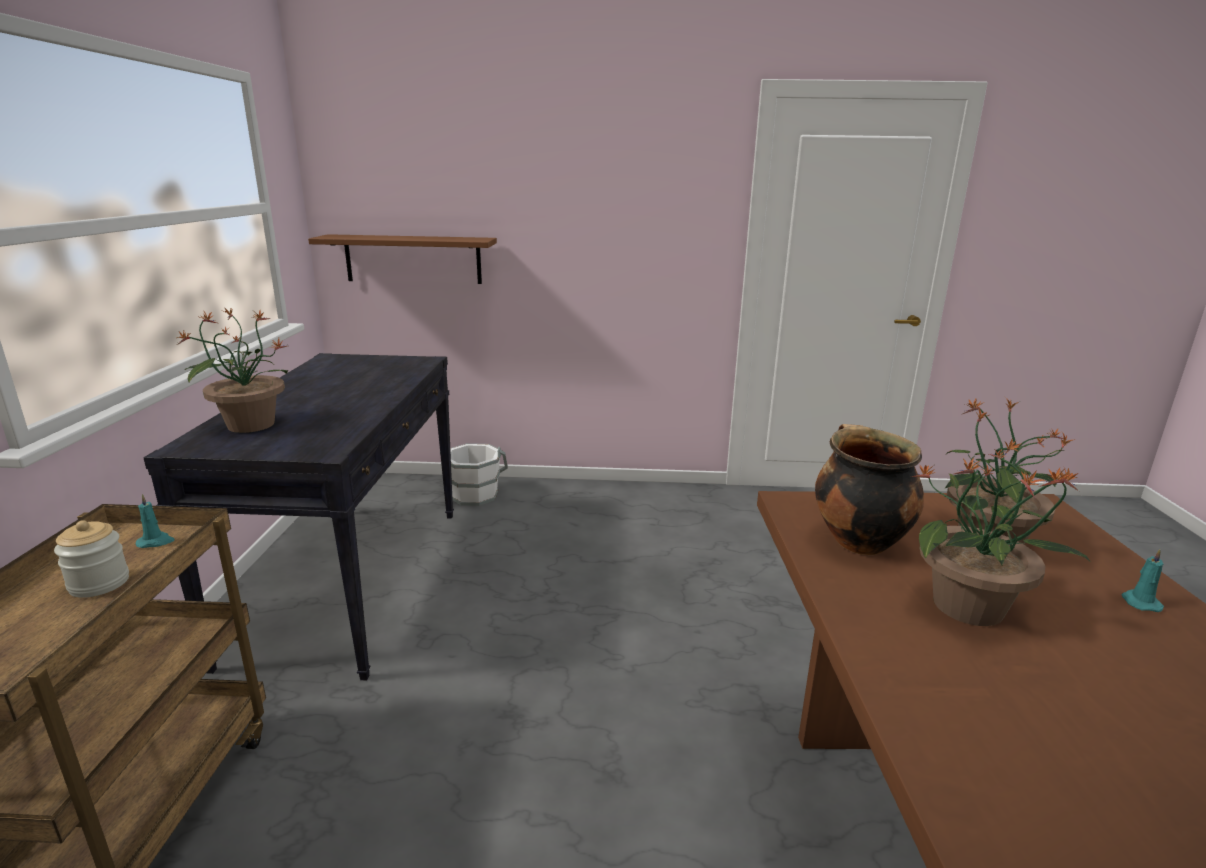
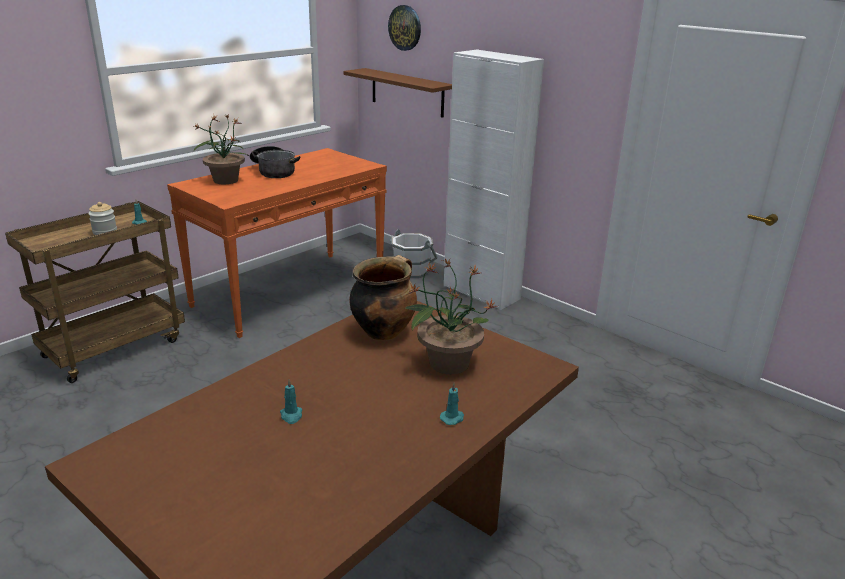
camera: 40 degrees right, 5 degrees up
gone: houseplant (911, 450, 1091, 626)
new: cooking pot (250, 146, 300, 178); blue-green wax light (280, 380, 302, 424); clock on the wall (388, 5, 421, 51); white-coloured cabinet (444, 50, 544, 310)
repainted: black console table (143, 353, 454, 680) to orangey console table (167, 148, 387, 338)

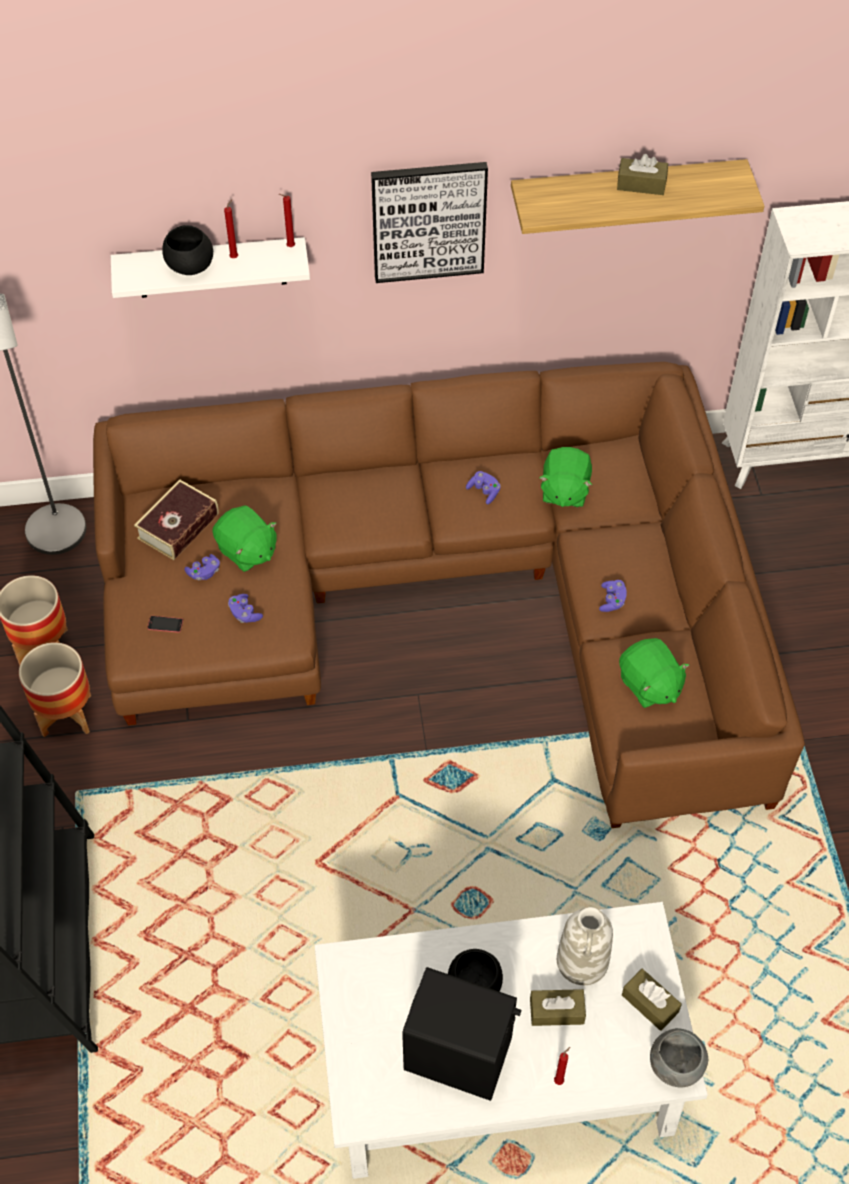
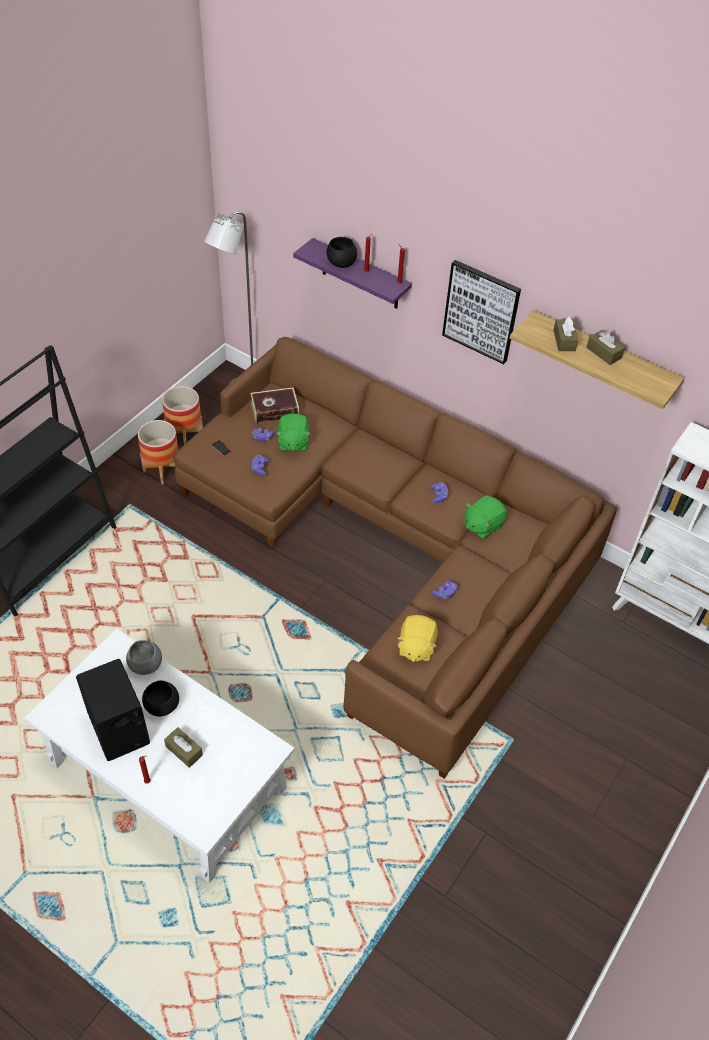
camera: 40 degrees right, 5 degrees down
gone: white-coloured vase (557, 907, 613, 985)
shifted: brown-coloured tissue holder (622, 969, 682, 1031) to (553, 317, 578, 351); gray serving bowl (650, 1028, 708, 1088) to (126, 640, 162, 675)
repainted: white-coloured shelf (111, 237, 310, 298) to purplish shelf (293, 238, 412, 309); green soft toy (619, 638, 689, 708) to yellow-coloured soft toy (397, 615, 438, 662)

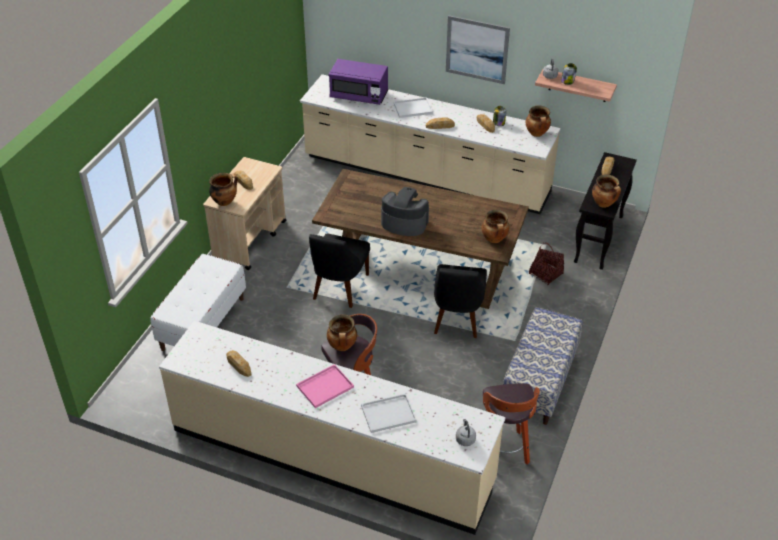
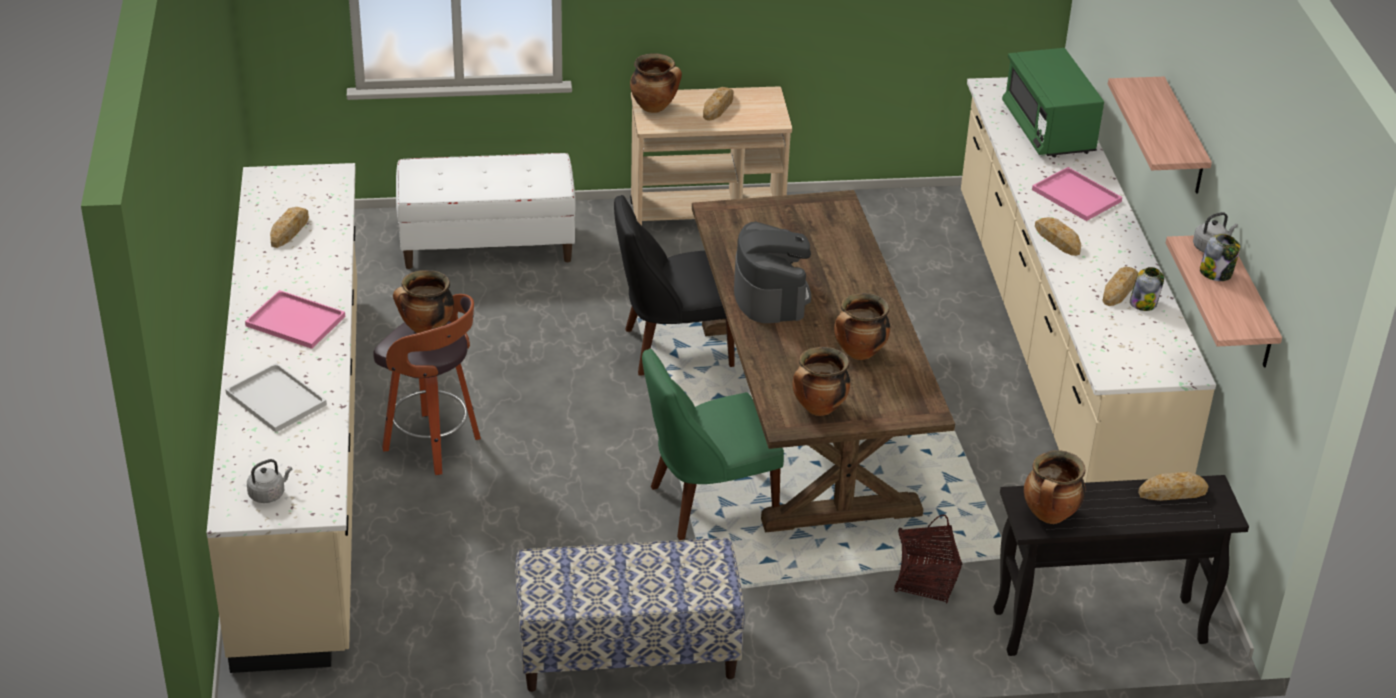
camera: 60 degrees right, 5 degrees down
gone: sitting stool (483, 383, 540, 465)
shifted: cooking pot (526, 106, 551, 137) to (834, 293, 890, 360)
swapped: wall art (446, 15, 510, 84) to shelf (1108, 77, 1212, 194)
repainted: purplish kitchen microwave (329, 59, 388, 105) to green kitchen microwave (1002, 48, 1104, 157); white-coloured serving tray (394, 97, 433, 118) to pinkish serving tray (1032, 167, 1122, 221); black chair (434, 264, 487, 338) to green chair (642, 348, 784, 540)

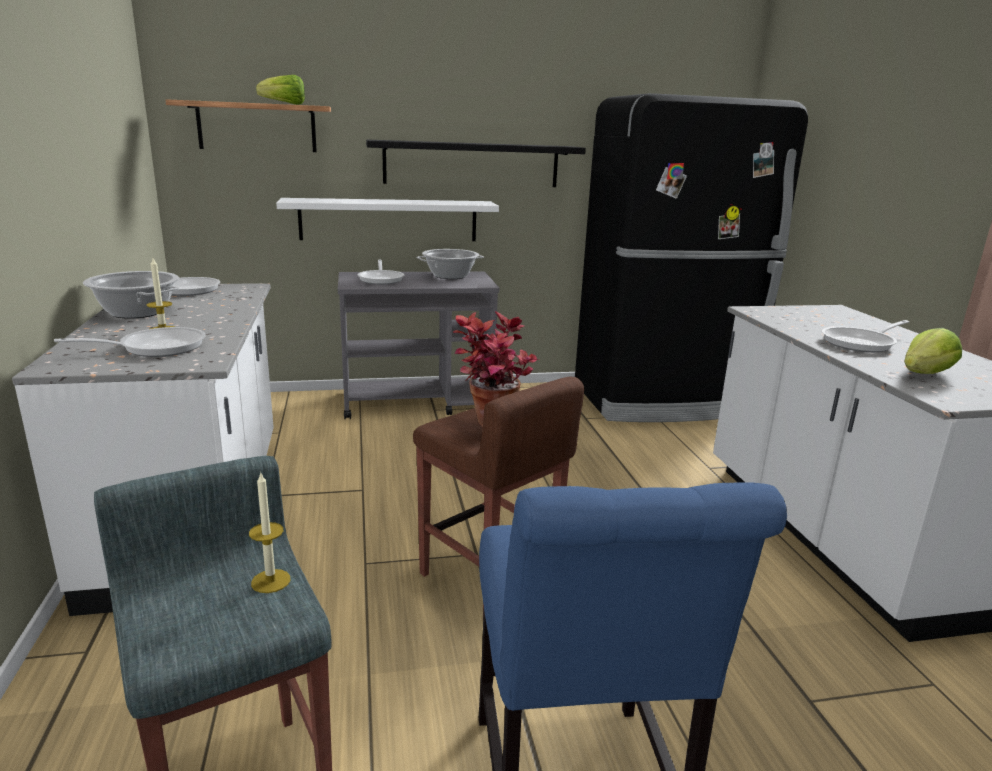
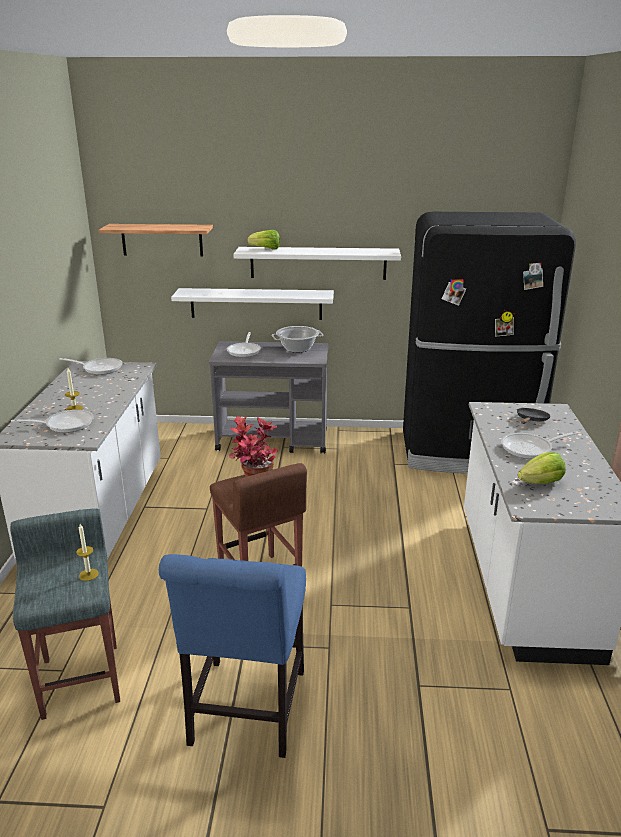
camera: 15 degrees right, 5 degrees up
gone: cooking pot (83, 271, 179, 319)
new: black skillet (517, 408, 551, 424)
shifted: lettuce head (256, 75, 305, 105) to (247, 230, 280, 249)
repainted: black shelf (366, 140, 586, 187) to white-coloured shelf (233, 247, 401, 280)

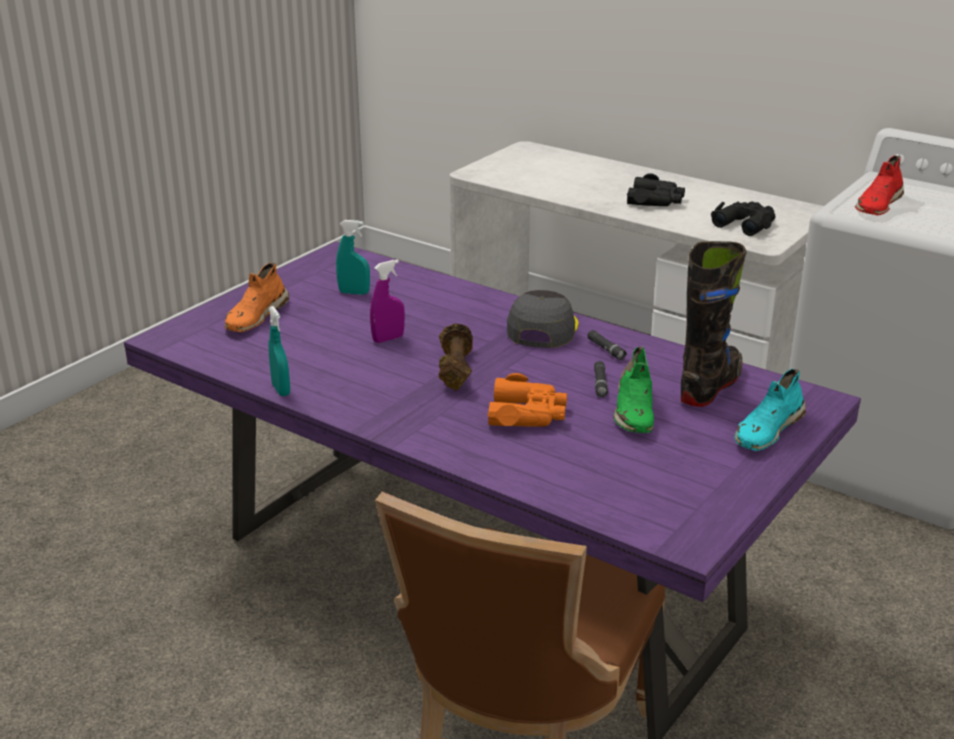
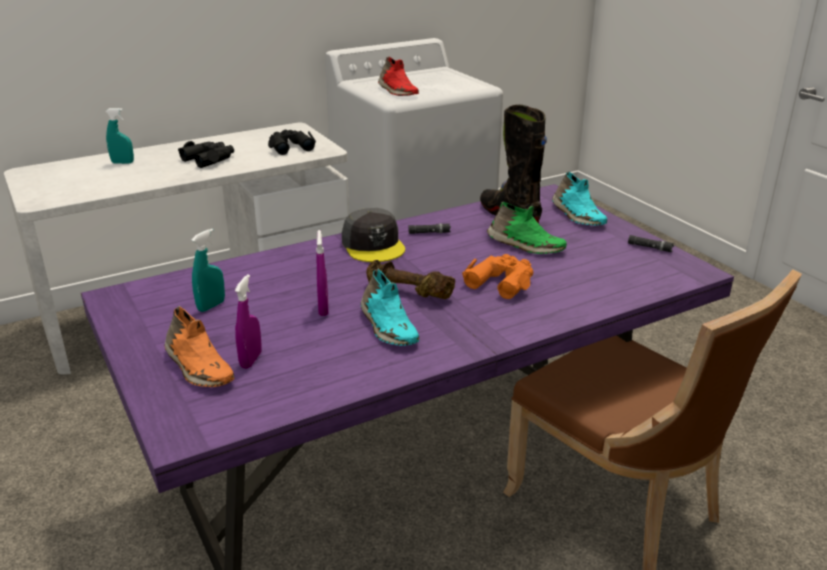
camera: 65 degrees left, 0 degrees up
new: purplish sprayer (235, 274, 262, 369); blue-green low shoe (361, 269, 419, 346)
shifted: blue-green sprayer (268, 306, 290, 396) to (105, 108, 134, 164); black hand torch (594, 361, 608, 398) to (628, 235, 674, 252)
rotated: gray cap (507, 290, 578, 348) = (342, 208, 405, 262) 150 degrees counterclockwise

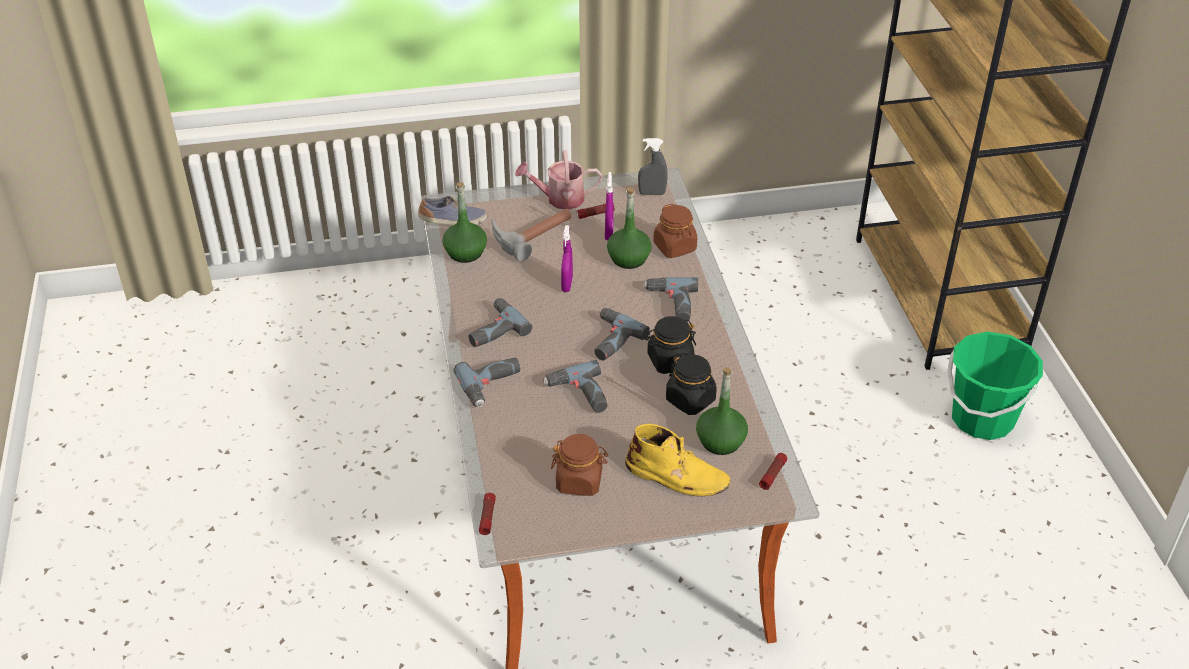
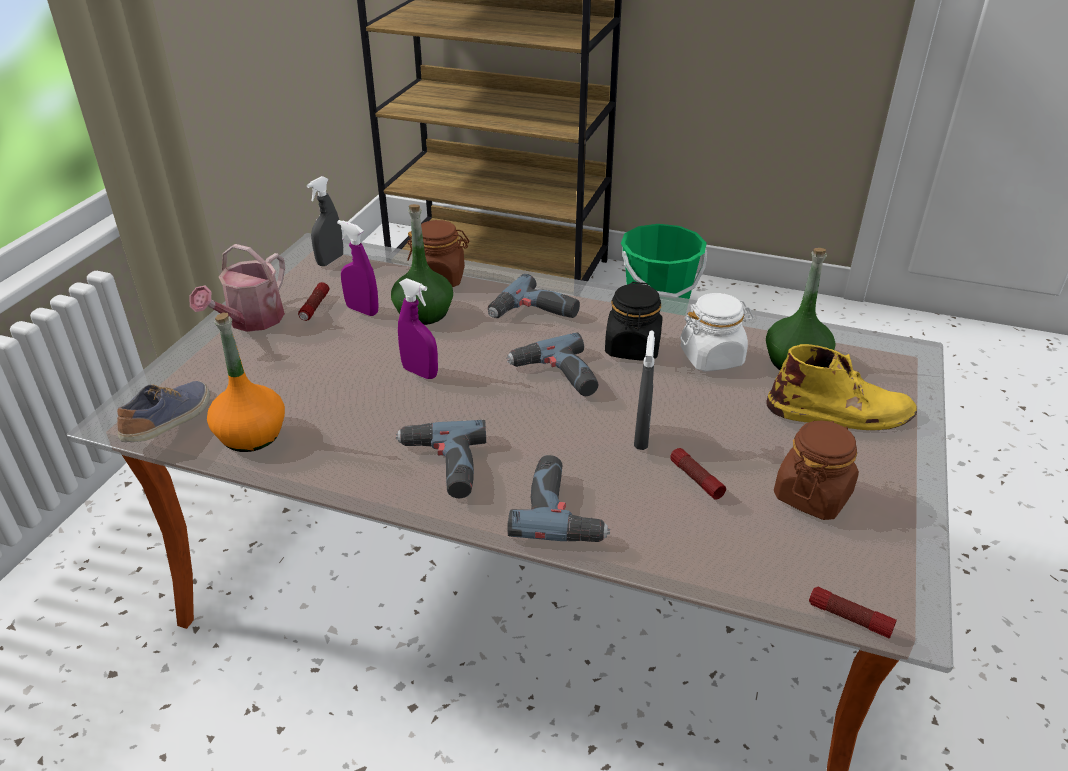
camera: 60 degrees left, 5 degrees down
gone: hand hammer (491, 209, 572, 262)
shifted: hand torch (759, 453, 787, 490) to (670, 448, 726, 500)
swapped: drill (543, 360, 608, 413) to gray sprayer (634, 331, 655, 450)
repainted: green drink bottle (442, 182, 487, 263) to orangey drink bottle (207, 313, 285, 452); black storage jar (666, 354, 717, 415) to white-coloured storage jar (680, 293, 754, 372)
rotated: yellow-coloured boot (625, 423, 731, 496) = (766, 344, 917, 430) 45 degrees clockwise

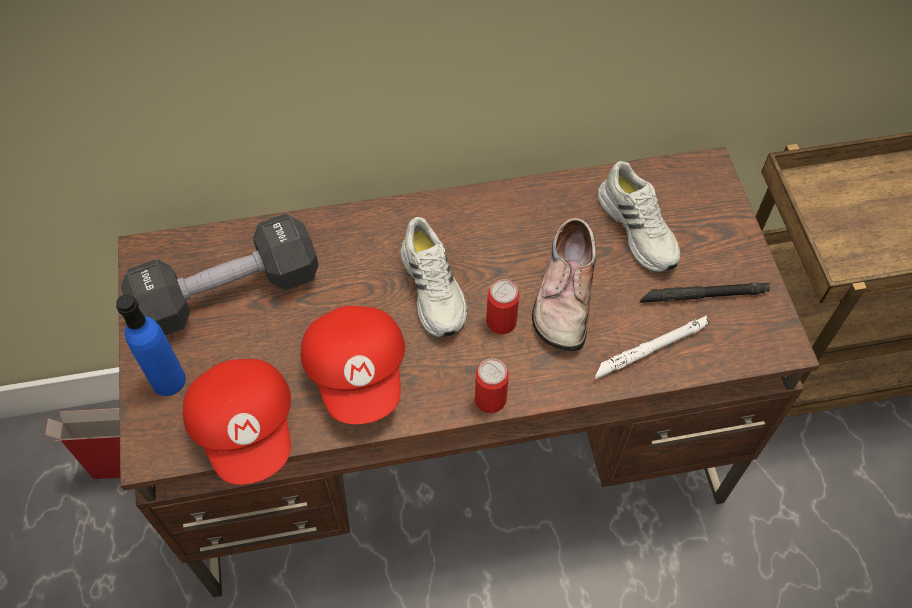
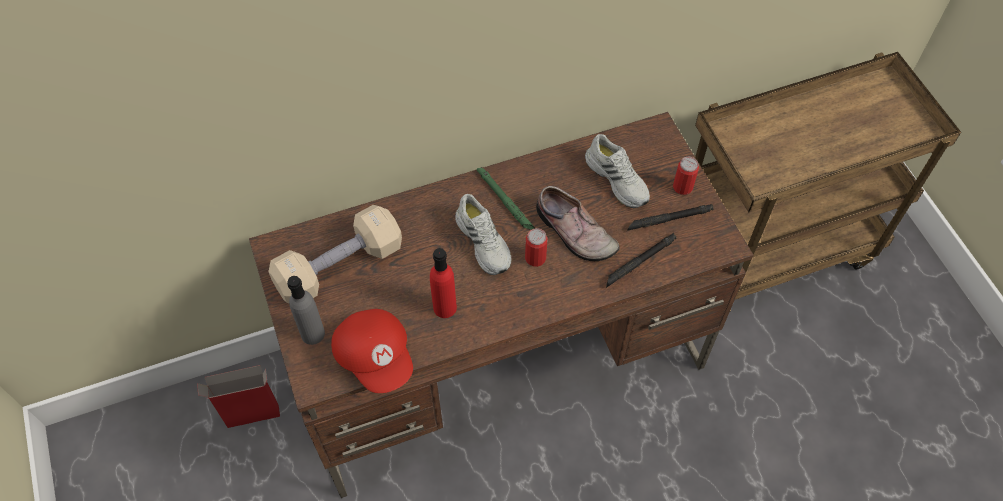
camera: 10 degrees left, 0 degrees up
new: green hand torch (476, 167, 535, 230)
shifted: metal can (475, 358, 509, 413) to (673, 157, 699, 195)
swapped: red cap (301, 306, 405, 424) to red drink bottle (430, 248, 457, 318)
repainted: bluish drink bottle (116, 294, 186, 396) to gray drink bottle (287, 276, 325, 345); black free weight (121, 213, 318, 335) to sand-coloured free weight (269, 205, 402, 303); white-coloured hand torch (594, 315, 709, 380) to black hand torch (606, 233, 676, 288)
rotated: low shoe (532, 218, 596, 351) = (536, 186, 620, 261) 45 degrees counterclockwise

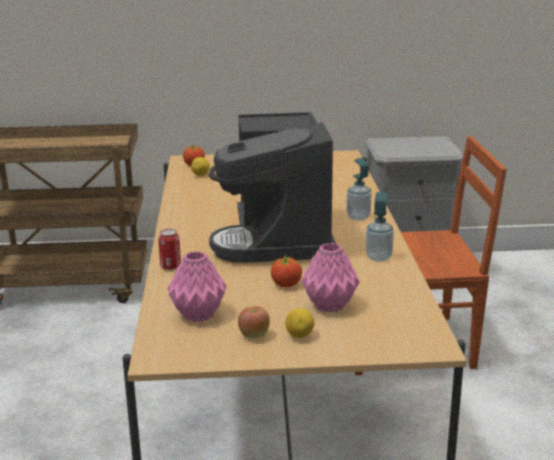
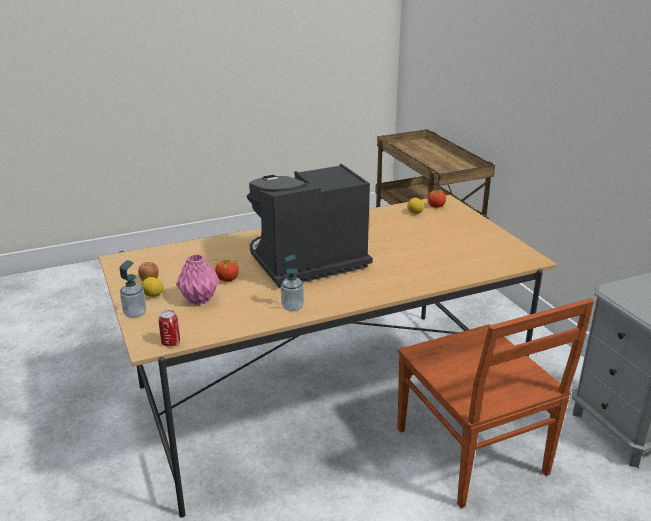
camera: 70 degrees right, 5 degrees up
gone: pinkish vase (167, 251, 226, 322)
shifted: metal can (158, 229, 181, 270) to (158, 310, 180, 347); liquid soap bottle (347, 158, 372, 221) to (120, 260, 146, 318)

